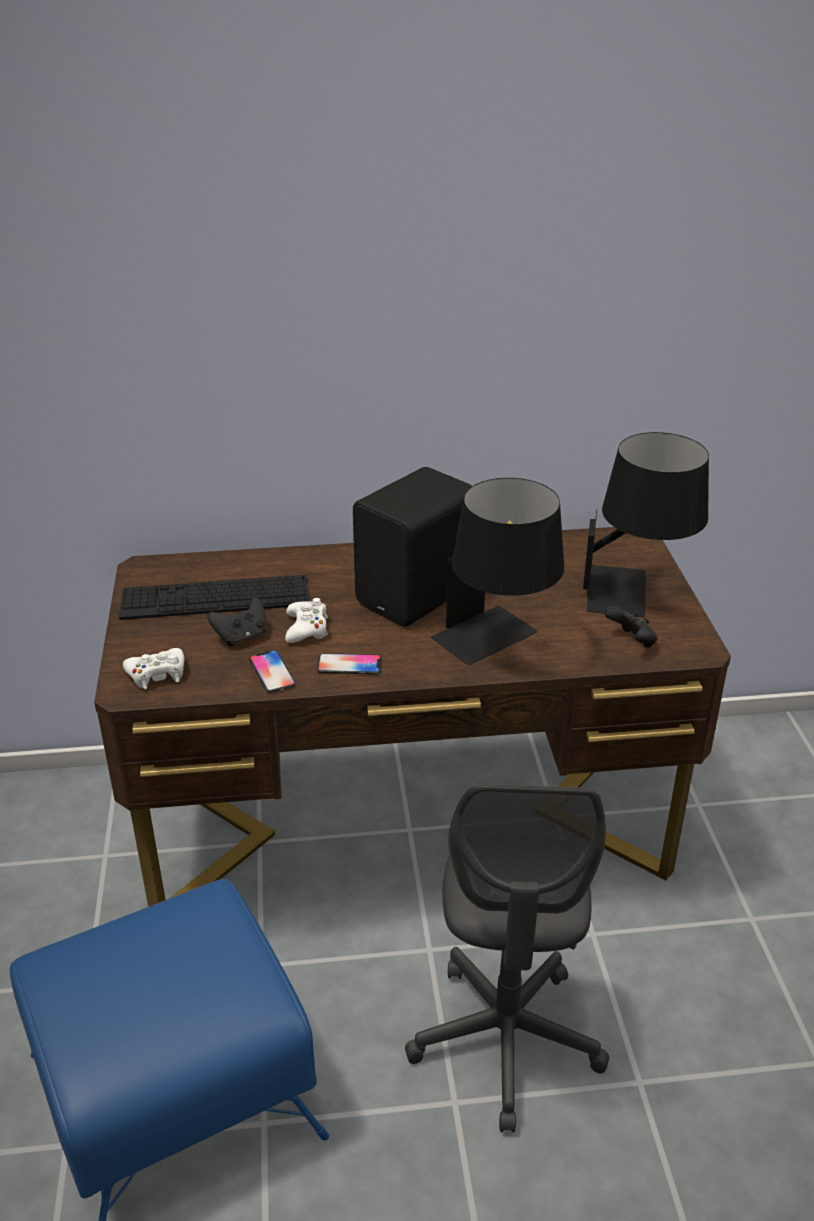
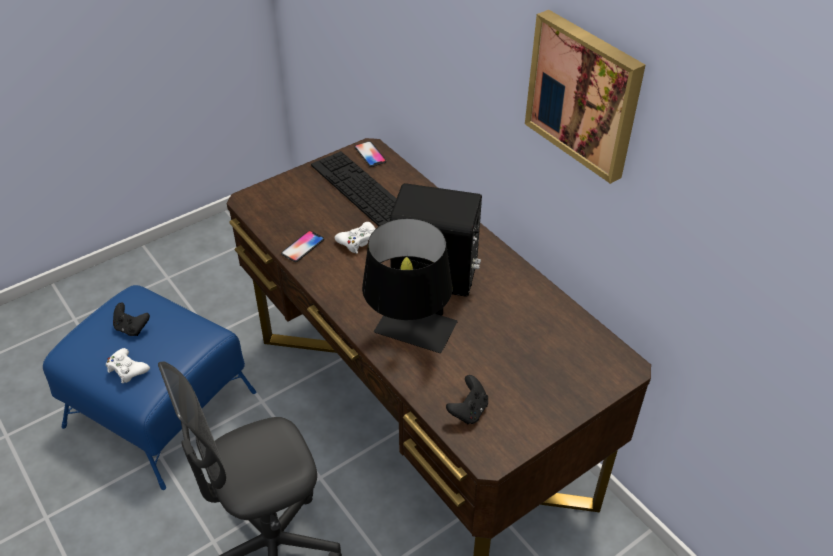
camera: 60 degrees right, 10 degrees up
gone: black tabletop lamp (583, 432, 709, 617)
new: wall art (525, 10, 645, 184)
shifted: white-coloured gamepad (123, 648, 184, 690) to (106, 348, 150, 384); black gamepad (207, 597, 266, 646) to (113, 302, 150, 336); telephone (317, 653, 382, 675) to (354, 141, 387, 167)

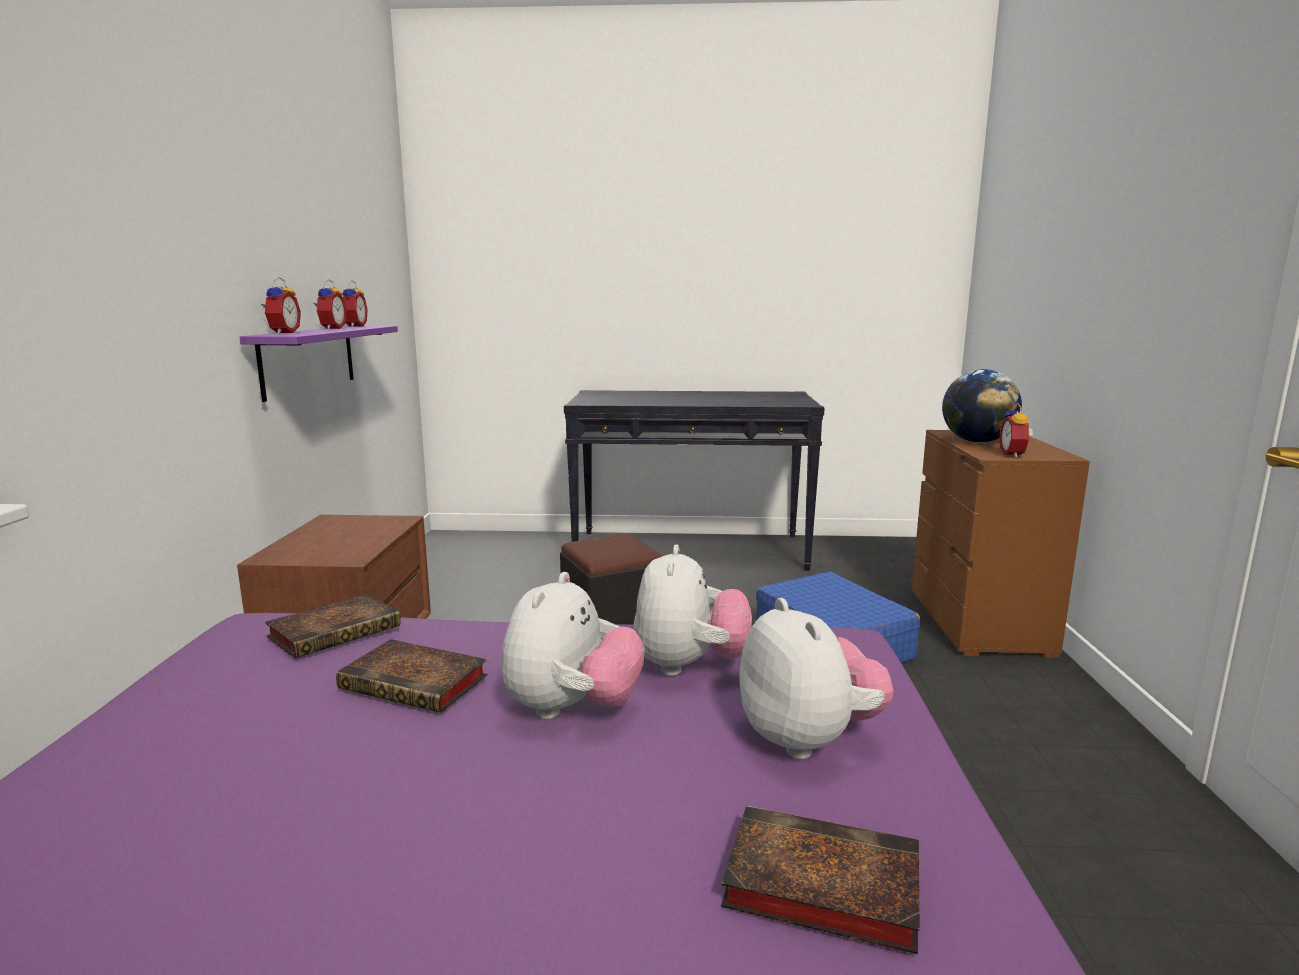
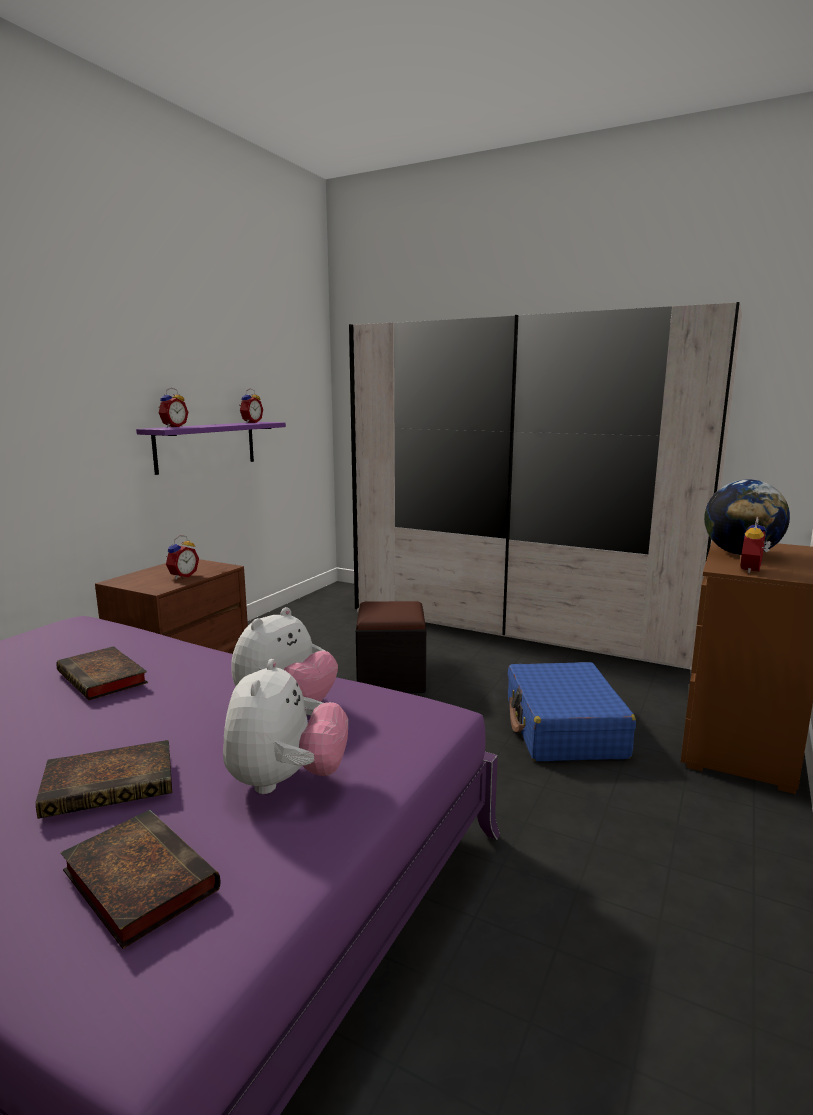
camera: 25 degrees right, 0 degrees up
gone: soft toy (501, 572, 645, 719)
shifted: bound book (265, 594, 401, 658) to (36, 740, 172, 819); table clock (314, 279, 347, 329) to (166, 535, 199, 579)
swapped: black console table (564, 390, 824, 571) to white-coloured clothes cupboard (349, 302, 742, 670)

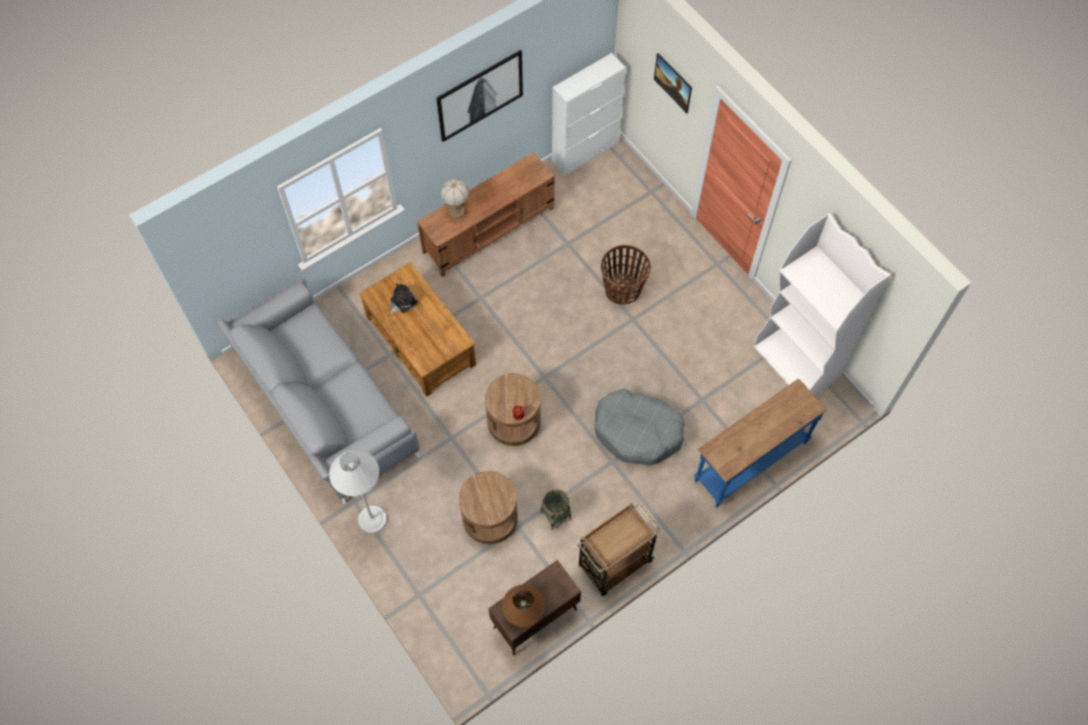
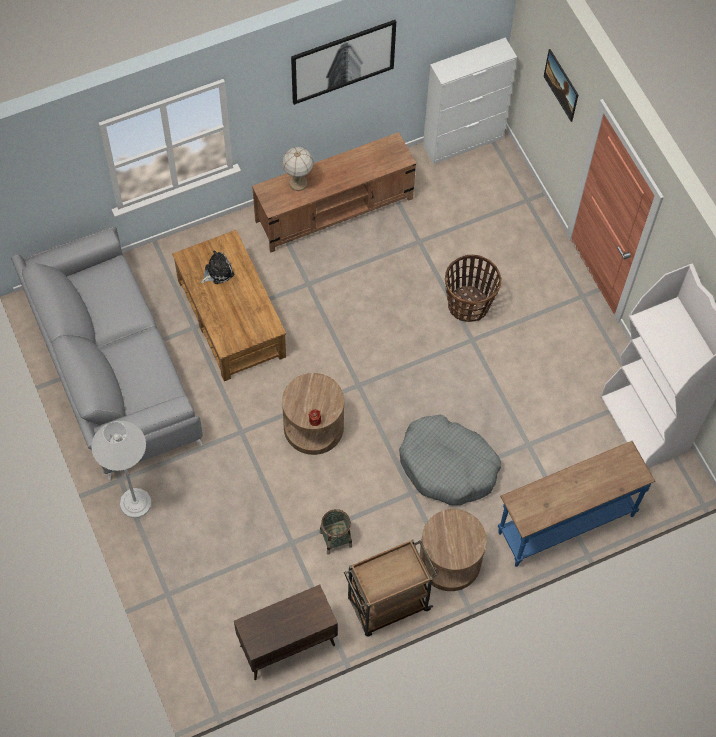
camera: 10 degrees right, 0 degrees up
gone: brown-coloured tabletop lamp (502, 585, 545, 627)
shifted: brown-coloured end table (459, 471, 518, 544) to (419, 509, 487, 591)

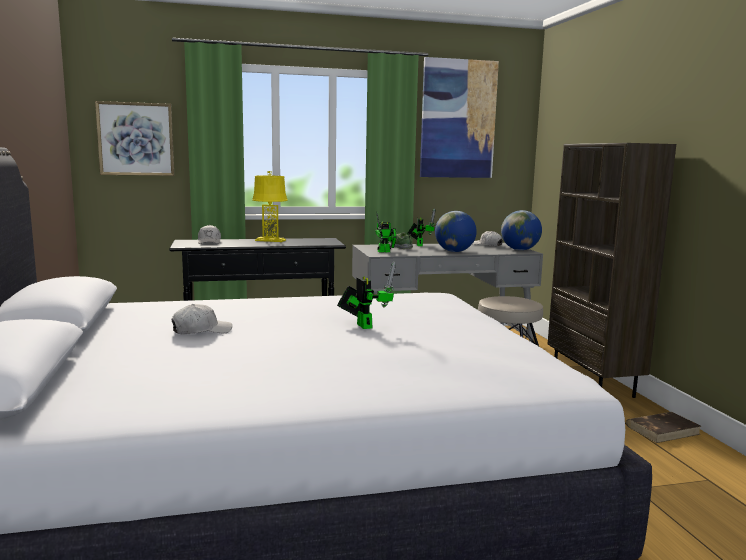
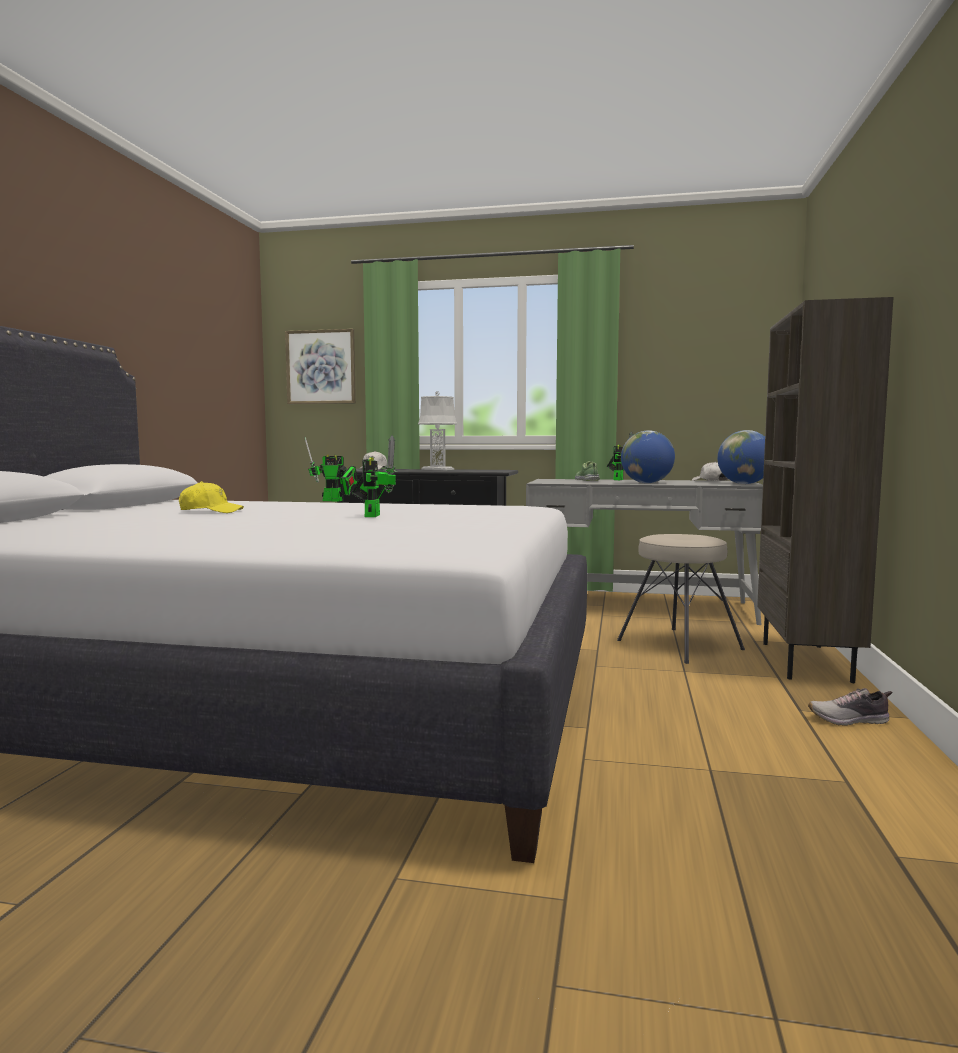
camera: 25 degrees right, 5 degrees down
gone: wall art (420, 57, 499, 178)
shifted: model robot (375, 213, 397, 253) to (305, 437, 358, 501)
swapped: brown-coloured bound book (626, 412, 701, 443) to low shoe (808, 688, 892, 726)
repainted: white-coloured cap (171, 304, 232, 334) to yellow-coloured cap (179, 481, 244, 513); yellow-coloured tabletop lamp (252, 171, 288, 242) to gray tabletop lamp (418, 391, 457, 470)

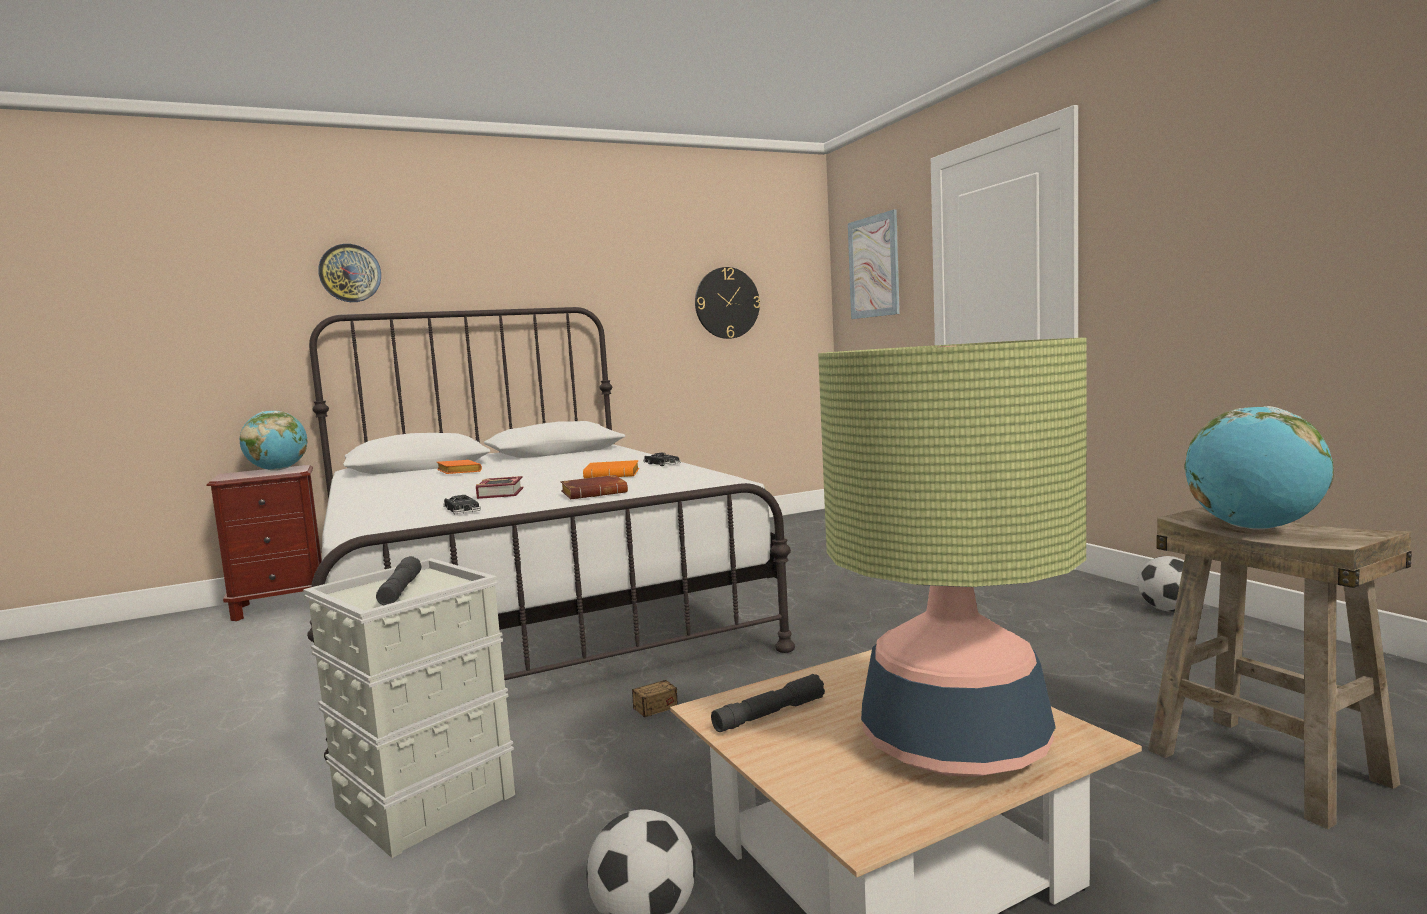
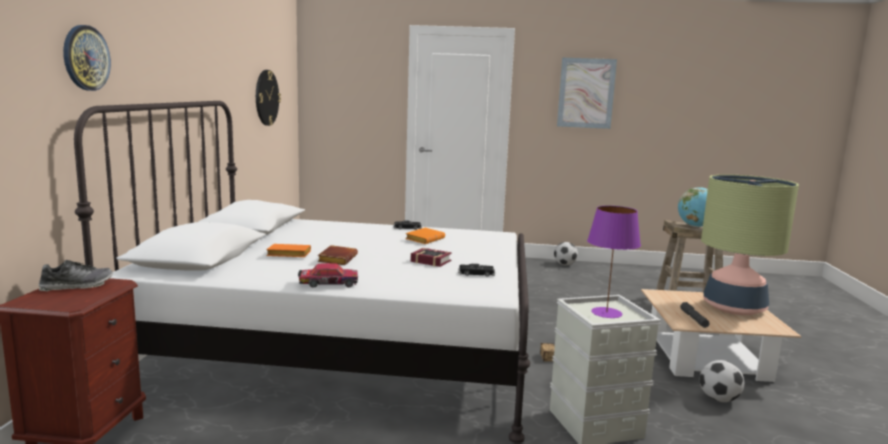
camera: 60 degrees left, 5 degrees up
new: miniature car (298, 263, 358, 288)
shifted: brown-coloured bound book (561, 475, 628, 499) to (318, 245, 358, 265); wall art (848, 209, 900, 319) to (557, 58, 617, 129)
swapped: world globe (240, 411, 308, 471) to low shoe (39, 260, 113, 292); gray hand torch (376, 556, 422, 605) to purplish tabletop lamp (587, 206, 641, 318)

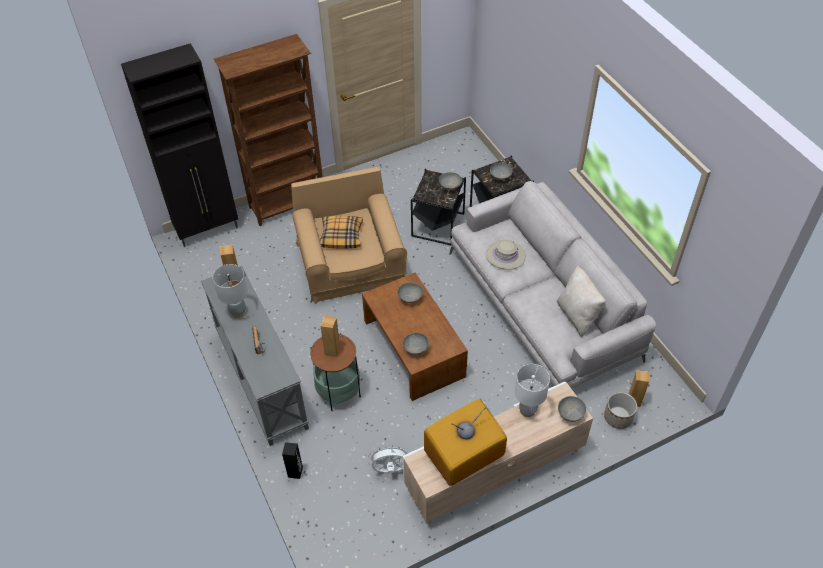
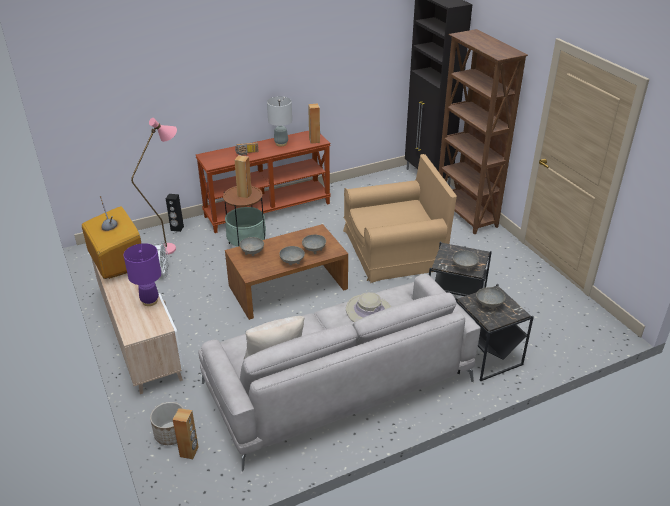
camera: 90 degrees right, 15 degrees down
gone: cushion (320, 216, 363, 249)
new: pinkish floor lamp (131, 118, 177, 255)
shifted: gray serving bowl (558, 396, 586, 422) to (279, 246, 305, 265)
repainted: gray console table (201, 266, 309, 446) to brown-coloured console table (196, 131, 331, 233); white-coloured tabletop lamp (515, 364, 550, 417) to purplish tabletop lamp (124, 243, 161, 306)

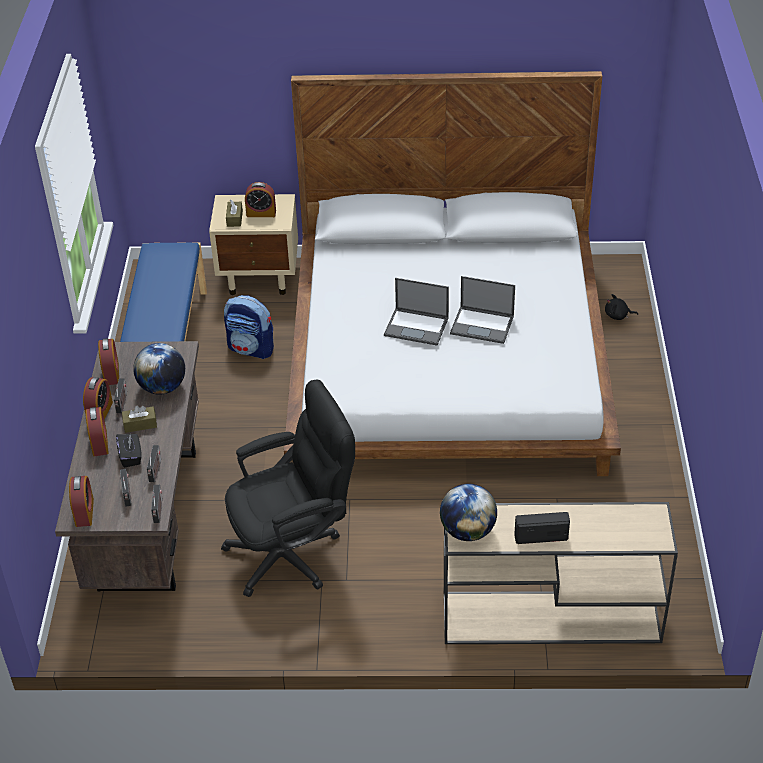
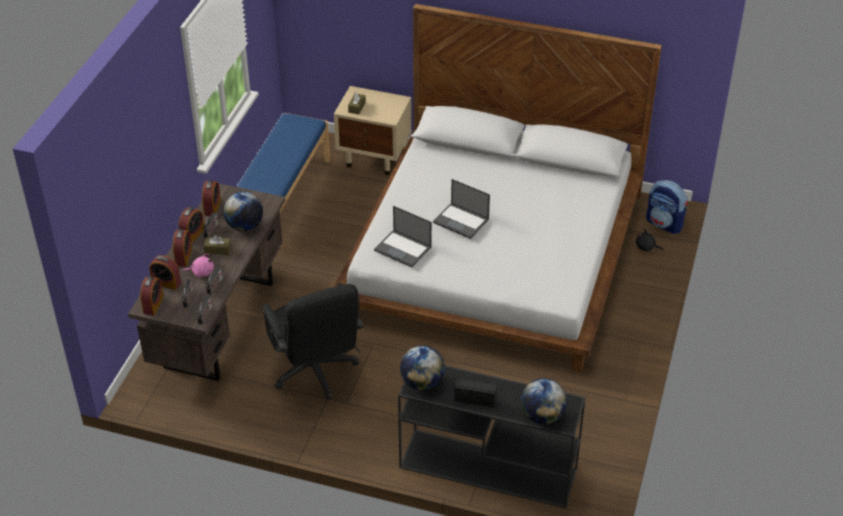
camera: 15 degrees right, 0 degrees up
new: world globe (521, 378, 567, 424)
shifted: knapsack (224, 295, 274, 359) to (646, 180, 688, 234); table clock (245, 182, 276, 217) to (149, 255, 181, 290); portable computer (450, 276, 515, 344) to (374, 206, 432, 267)
swapped: black tissue holder (116, 434, 142, 467) to pinkish soft toy (183, 253, 214, 278)
repainted: sand-coloured console table (444, 502, 678, 644) to black console table (398, 365, 586, 508)
rotated: black computer chair (221, 379, 355, 597) = (263, 283, 363, 399) 75 degrees clockwise

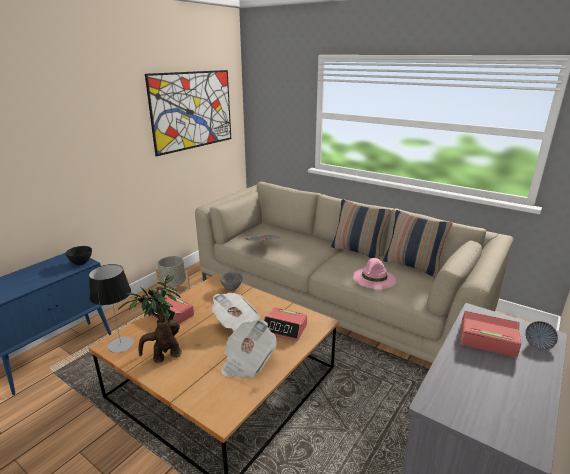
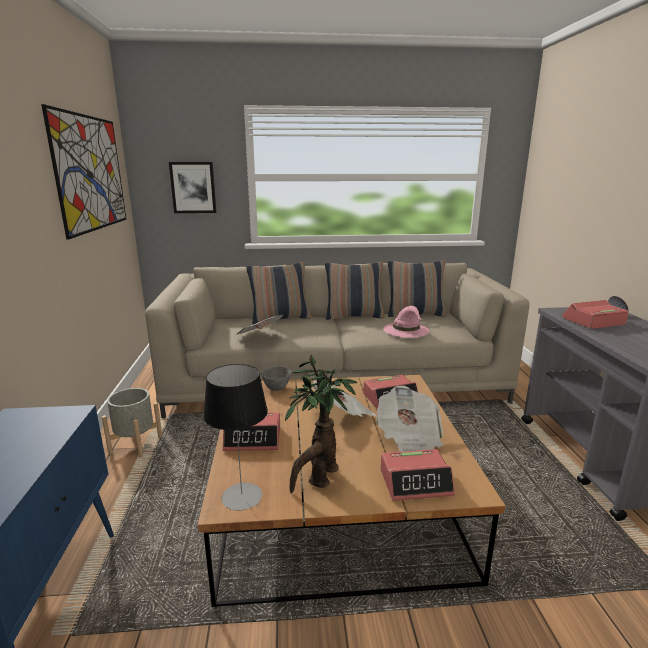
camera: 40 degrees left, 5 degrees down
gone: black serving bowl (66, 246, 92, 265)
new: wall art (169, 162, 217, 213); cushion (246, 262, 311, 325); table clock (381, 449, 455, 501)

